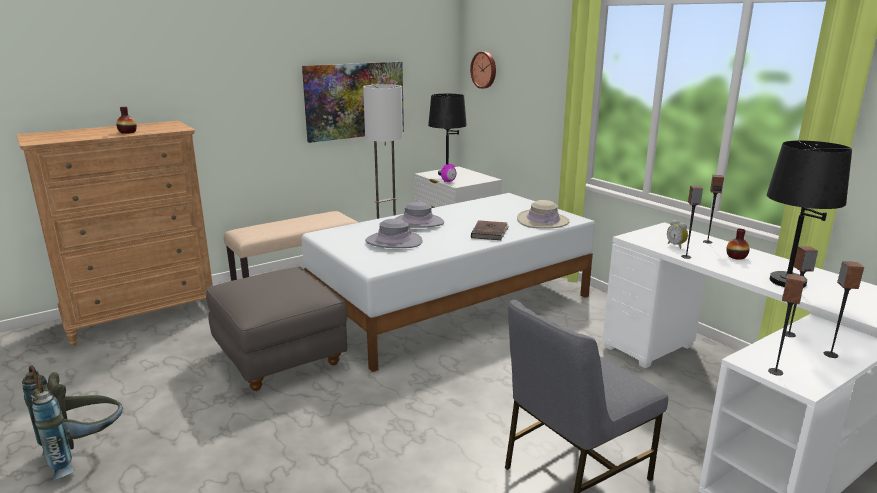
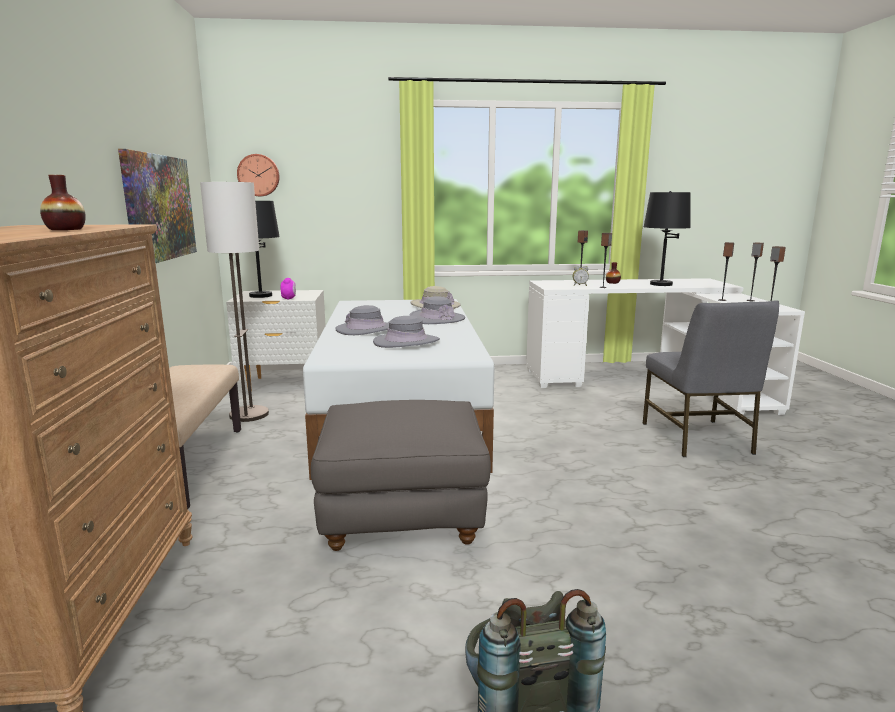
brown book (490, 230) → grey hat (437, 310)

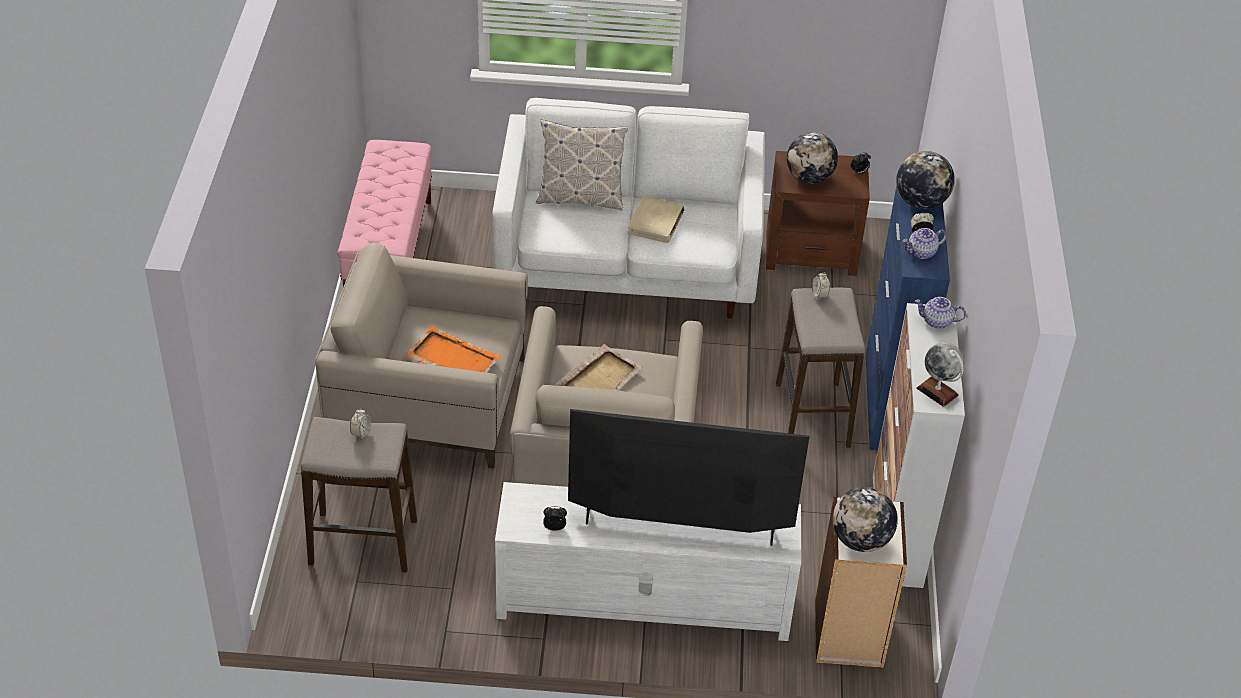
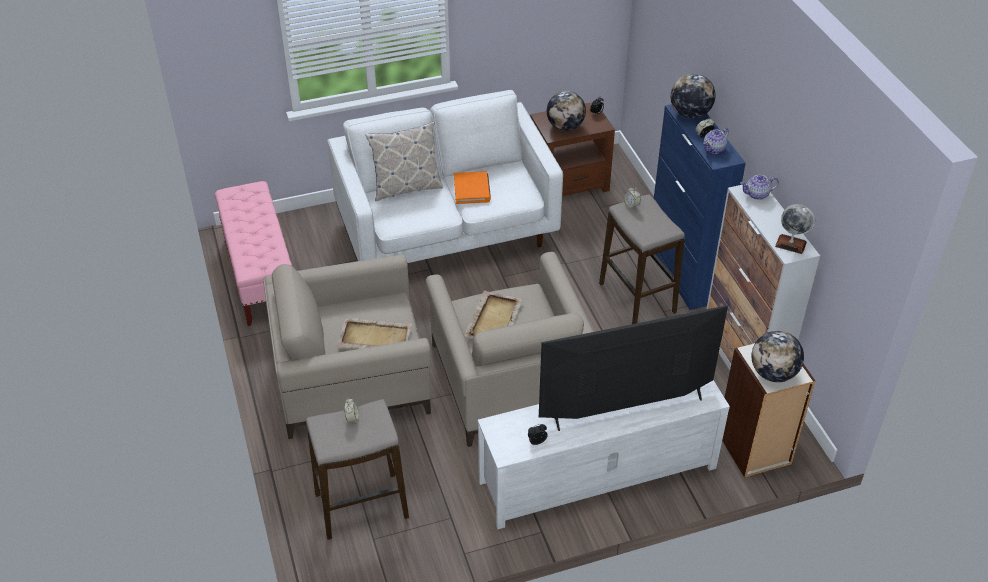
orange tray (452, 349) → beige tray (374, 333)
beige book (655, 219) → orange book (472, 187)

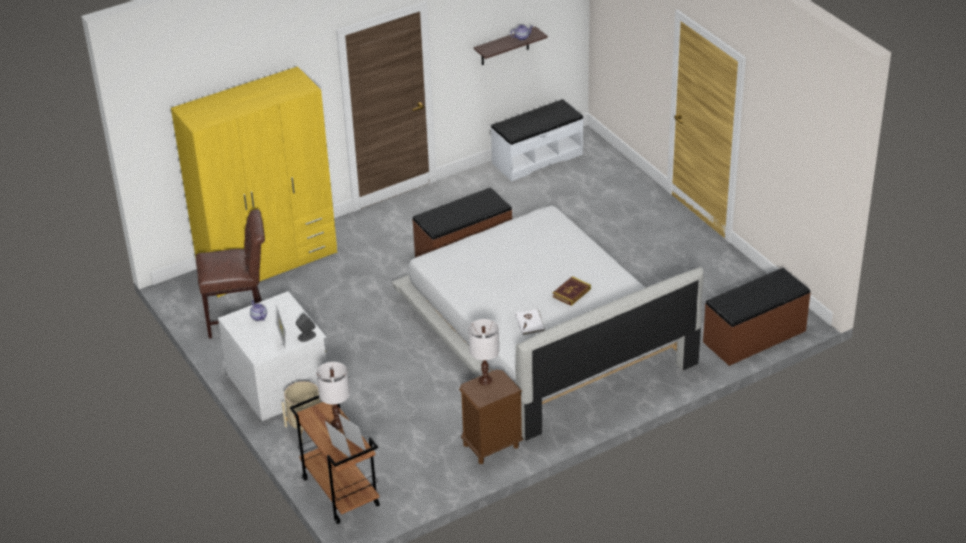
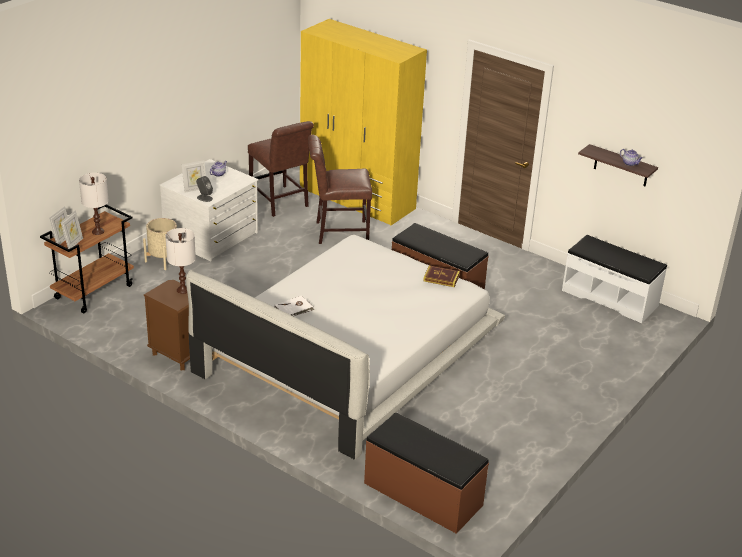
- → brown chair (340, 189)
book (572, 291) → book (441, 276), moved

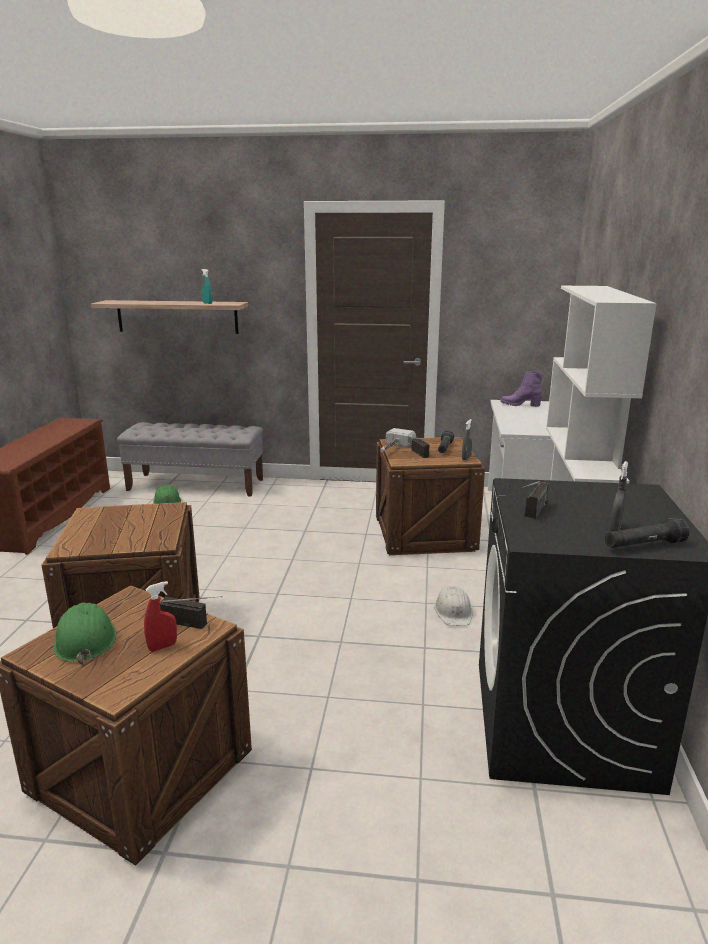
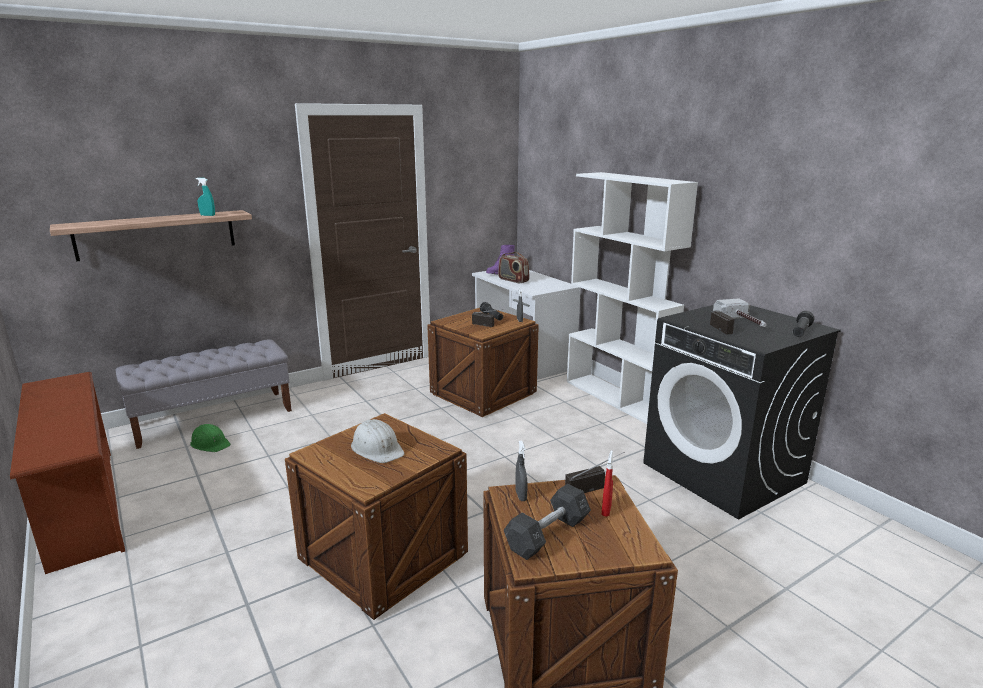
- → radio (513, 267)
hammer (398, 440) → hammer (740, 312), moved
white hard hat (453, 606) → white hard hat (377, 441), moved
grey spray bottle (619, 496) → grey spray bottle (521, 470), moved
green hard hat (85, 634) → grey dumbbell (547, 522)

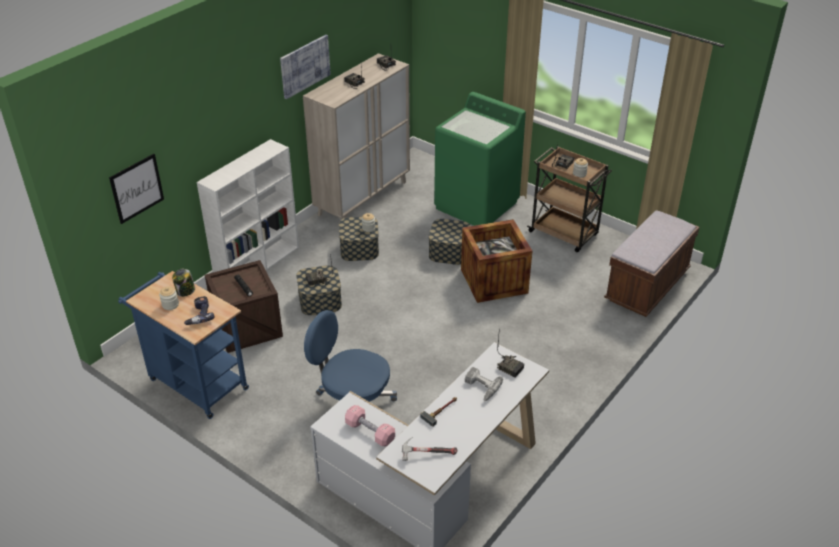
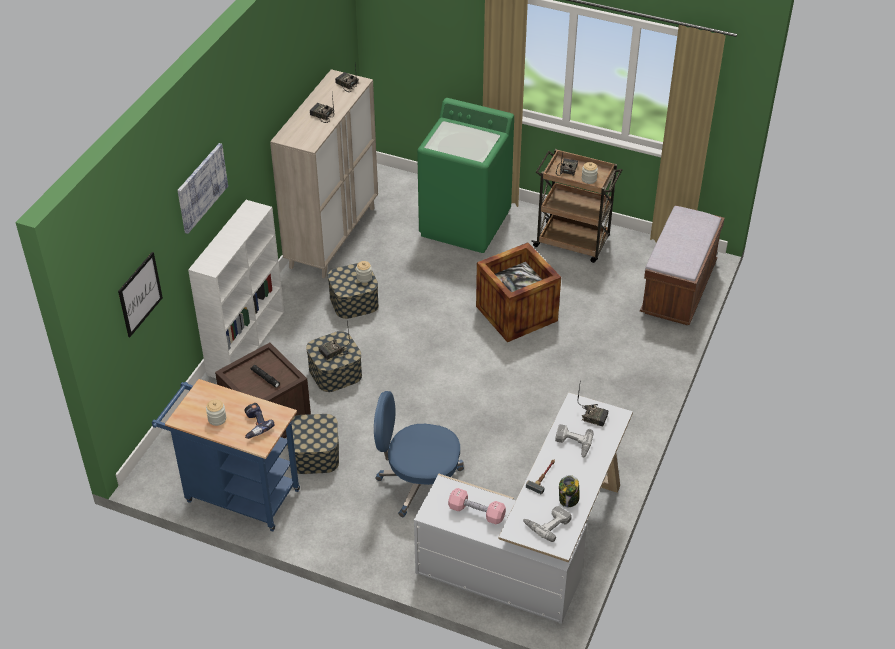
jar (183, 283) → jar (569, 491), moved
picture (305, 67) → picture (202, 188), moved
storage box (450, 242) → storage box (313, 444), moved
hammer (429, 449) → power drill (547, 524)

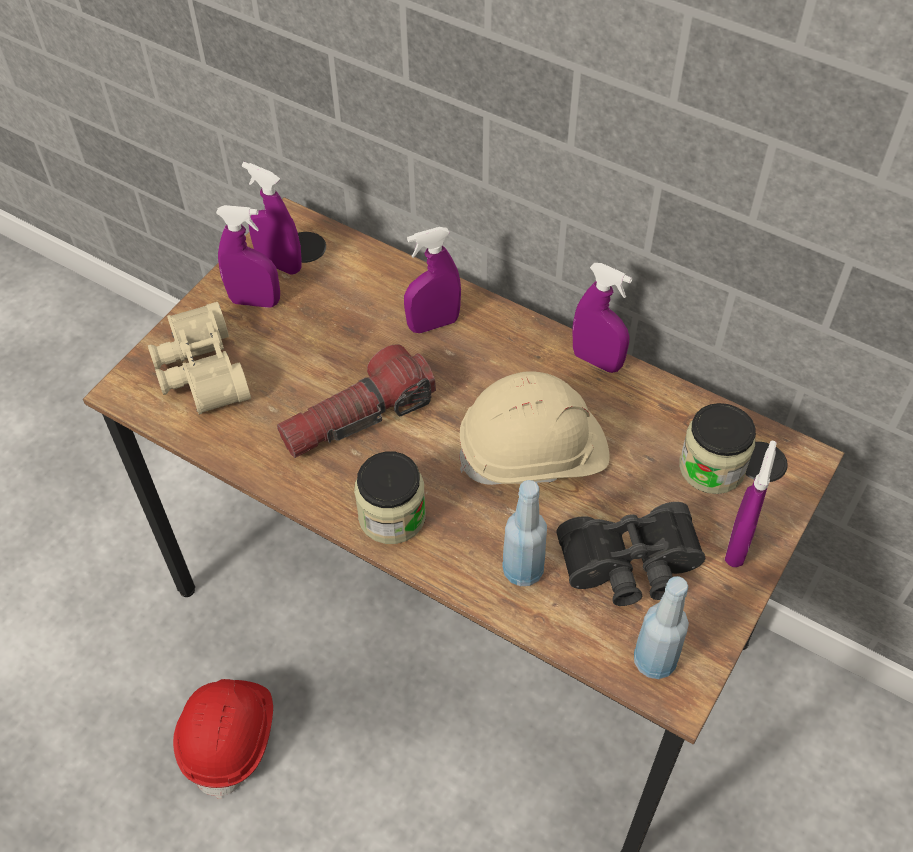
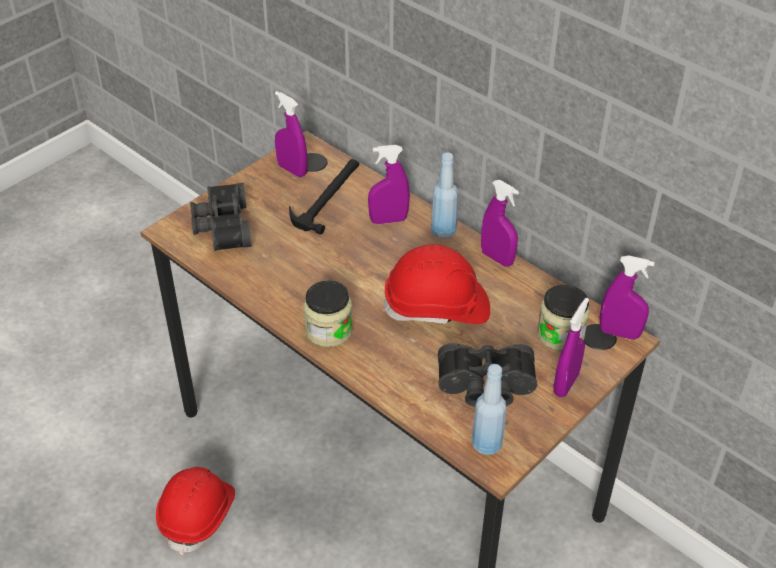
flashlight (356, 401) → -
- → hammer (324, 197)
purple spray bottle (248, 256) → purple spray bottle (627, 297), moved
blue bottle (524, 533) → blue bottle (444, 195), moved
beige binoculars (199, 358) → black binoculars (221, 217)
beige hard hat (534, 428) → red hard hat (436, 284)

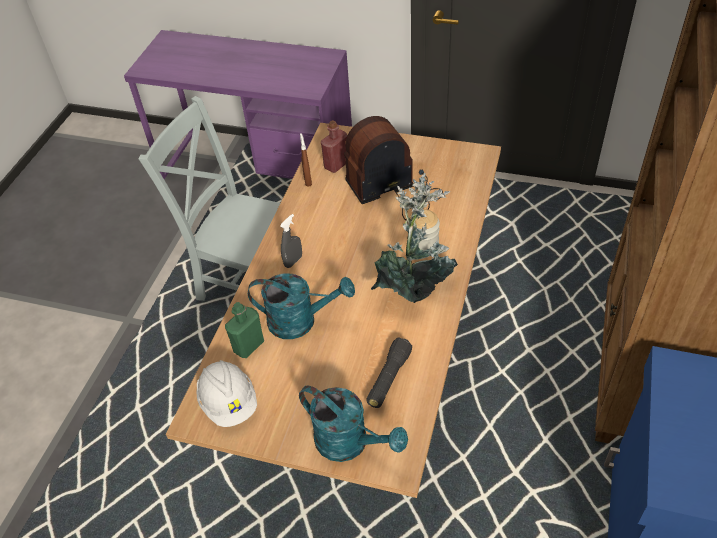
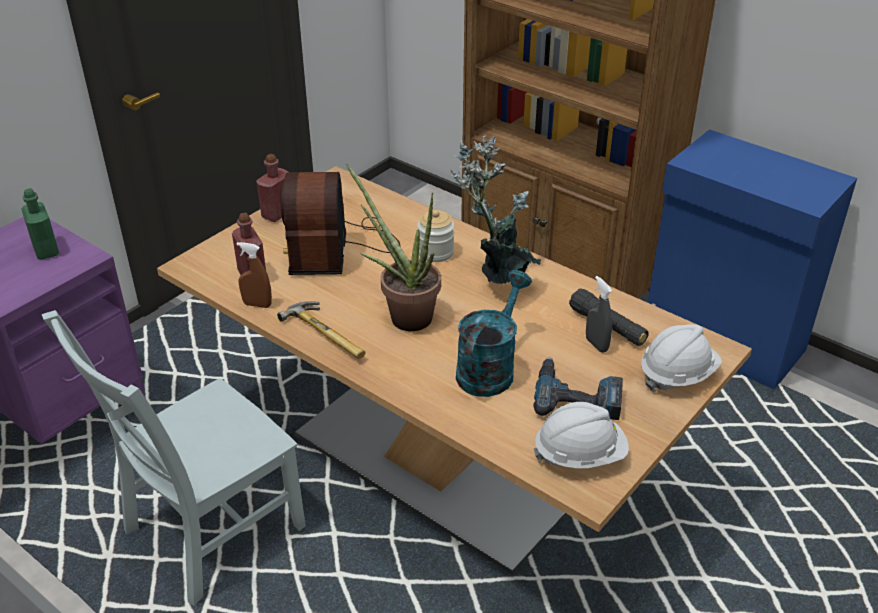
- → red bottle (272, 188)
- → hammer (321, 330)
- → potted plant (393, 247)
- → power drill (578, 388)
green bottle (244, 330) → green bottle (40, 223), moved
grey spray bottle (291, 241) → grey spray bottle (599, 314), moved
turquoise watering can (353, 424) → white hard hat (681, 358)

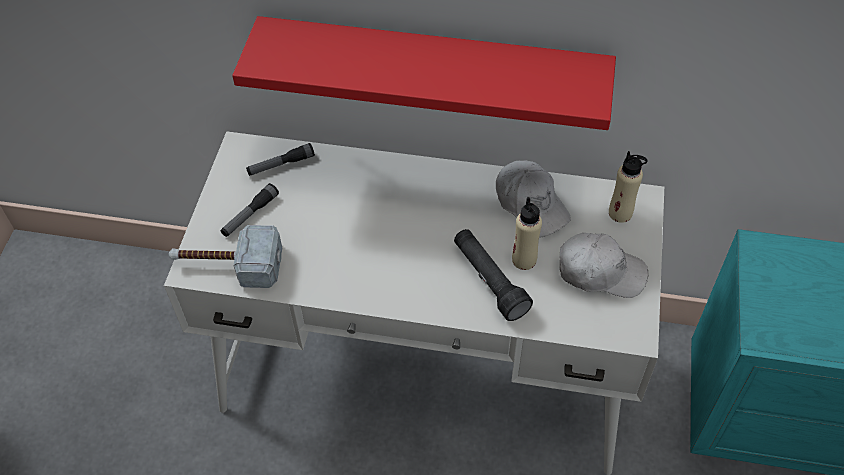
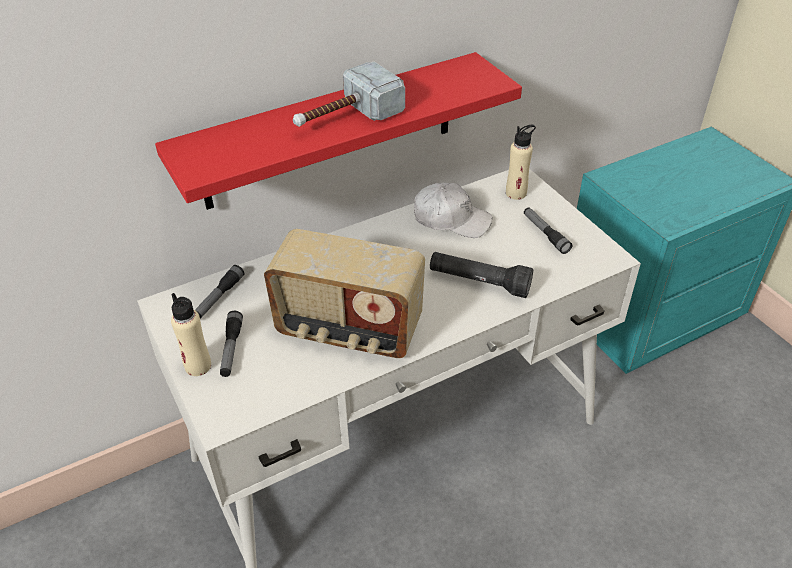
- → radio (344, 293)
hammer (225, 256) → hammer (349, 94), moved
beige bottle (527, 233) → beige bottle (191, 334), moved
white cap (604, 265) → flashlight (548, 230)

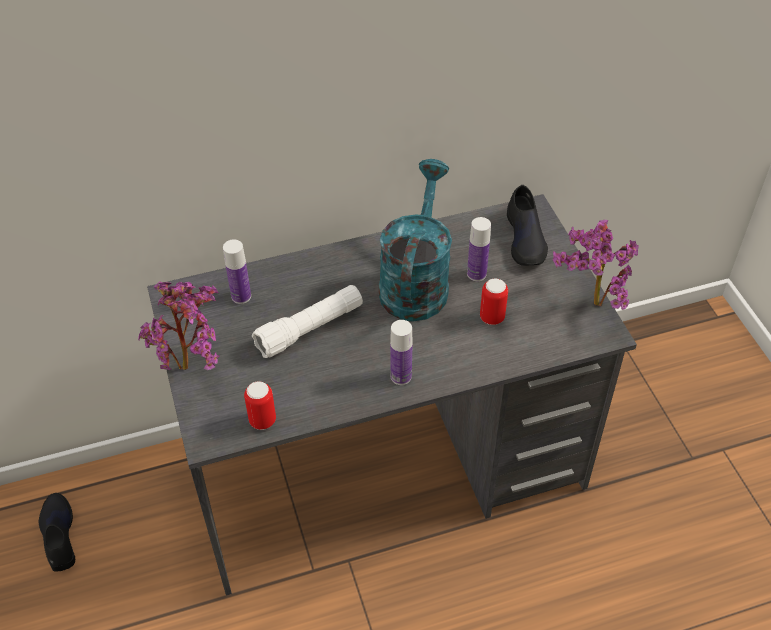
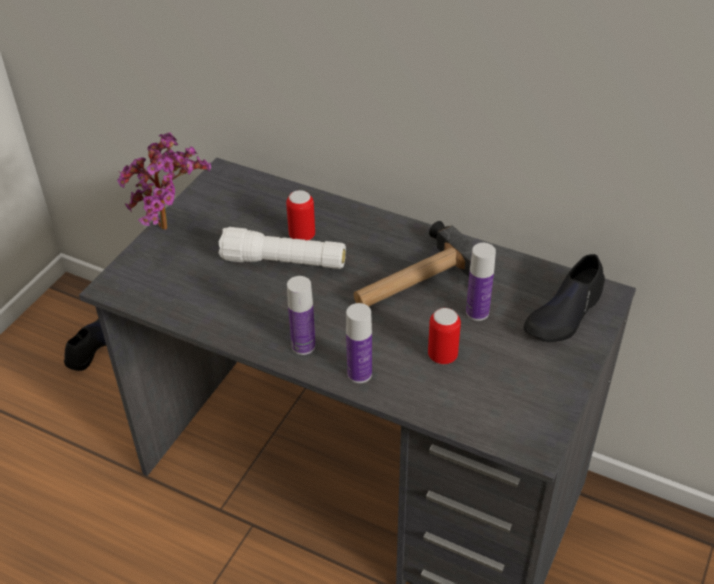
potted plant (596, 265) → -
bottle (237, 271) → bottle (359, 343), moved
can (260, 405) → can (300, 215), moved
turquoise watering can (415, 240) → hammer (413, 263)

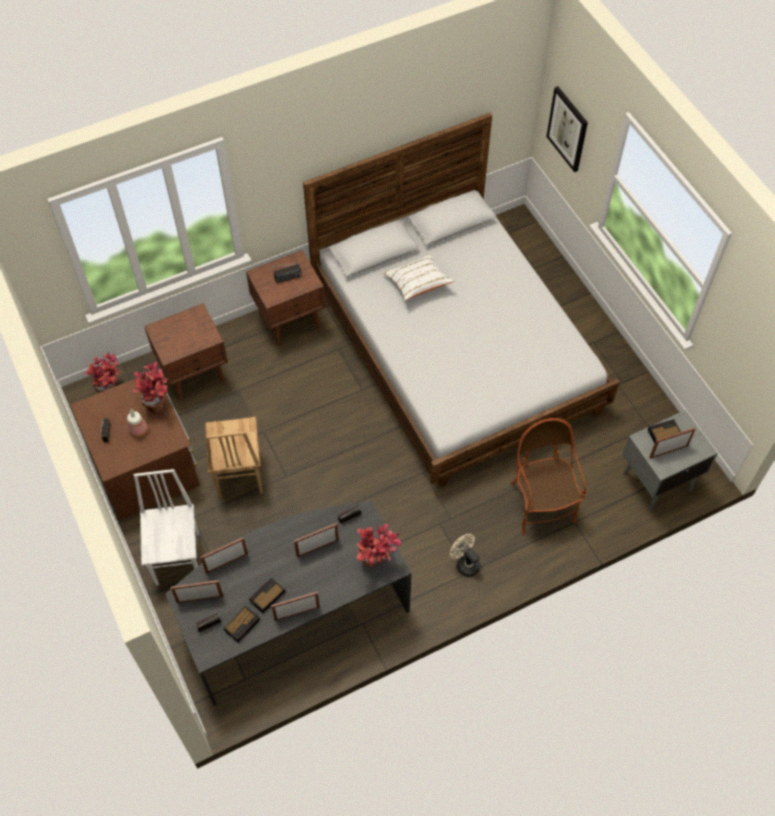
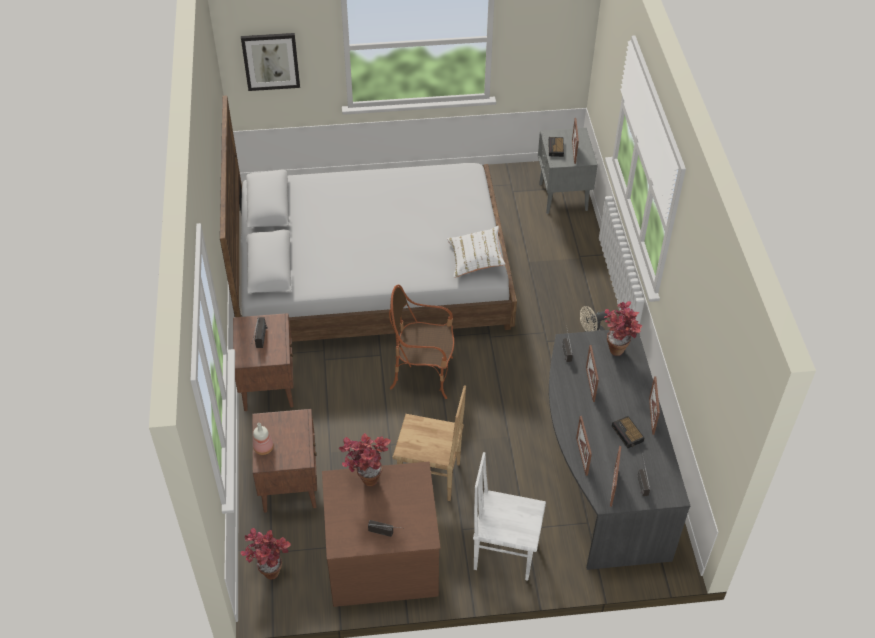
alarm clock (242, 624) → -
bottle (137, 423) → bottle (263, 439), moved
white pillow (418, 276) → white pillow (476, 252), moved
armchair (548, 476) → armchair (421, 341), moved

